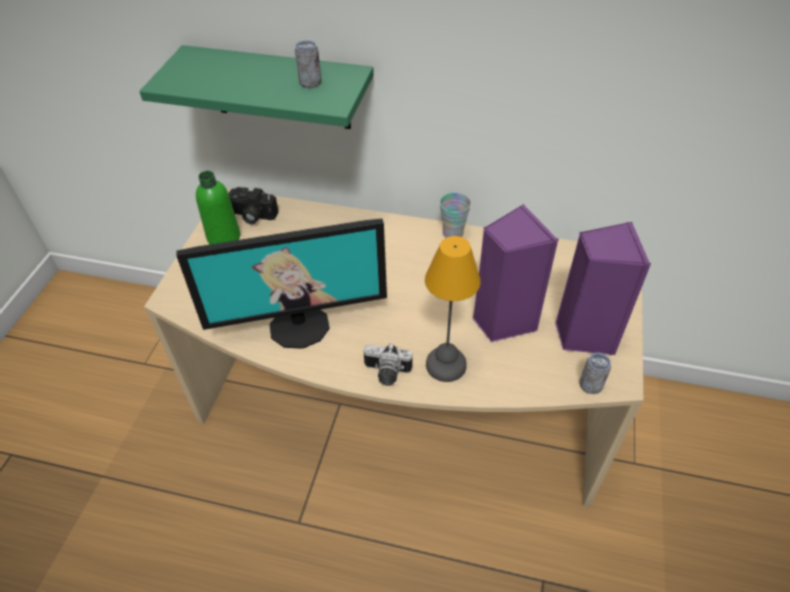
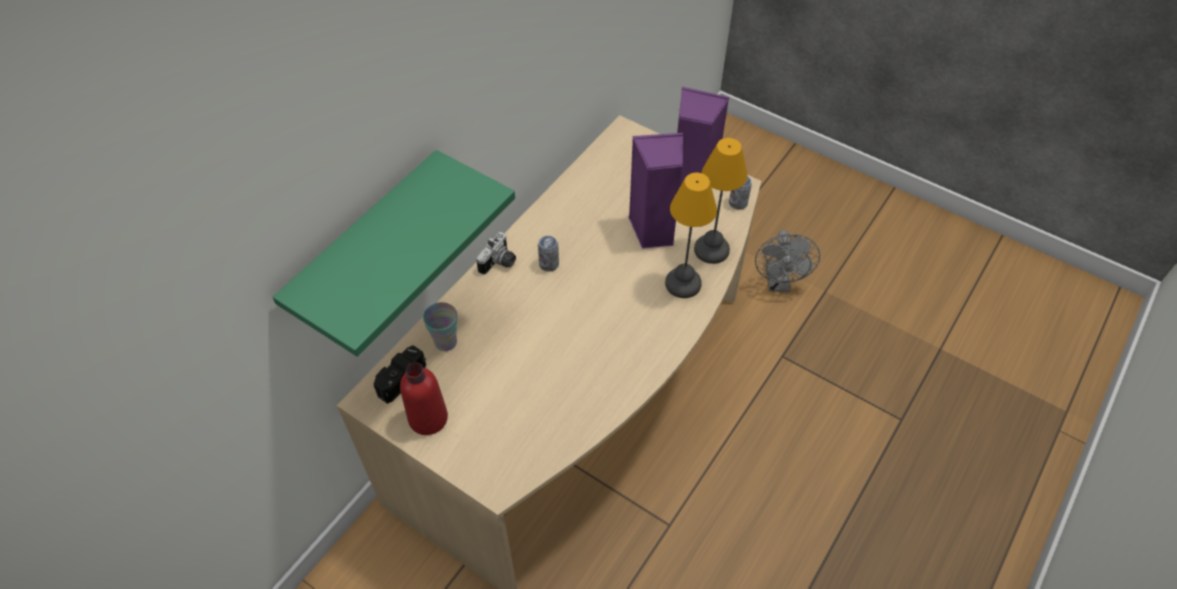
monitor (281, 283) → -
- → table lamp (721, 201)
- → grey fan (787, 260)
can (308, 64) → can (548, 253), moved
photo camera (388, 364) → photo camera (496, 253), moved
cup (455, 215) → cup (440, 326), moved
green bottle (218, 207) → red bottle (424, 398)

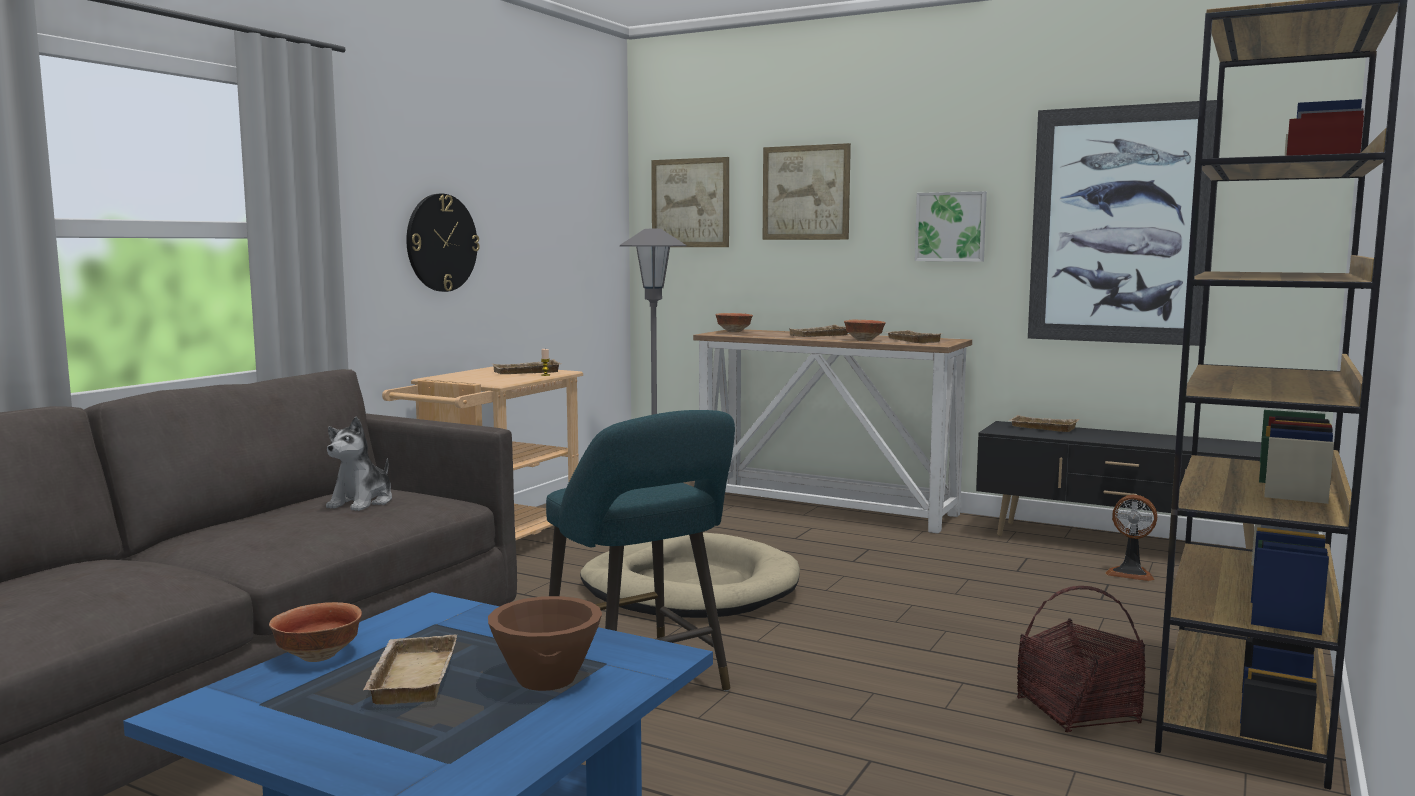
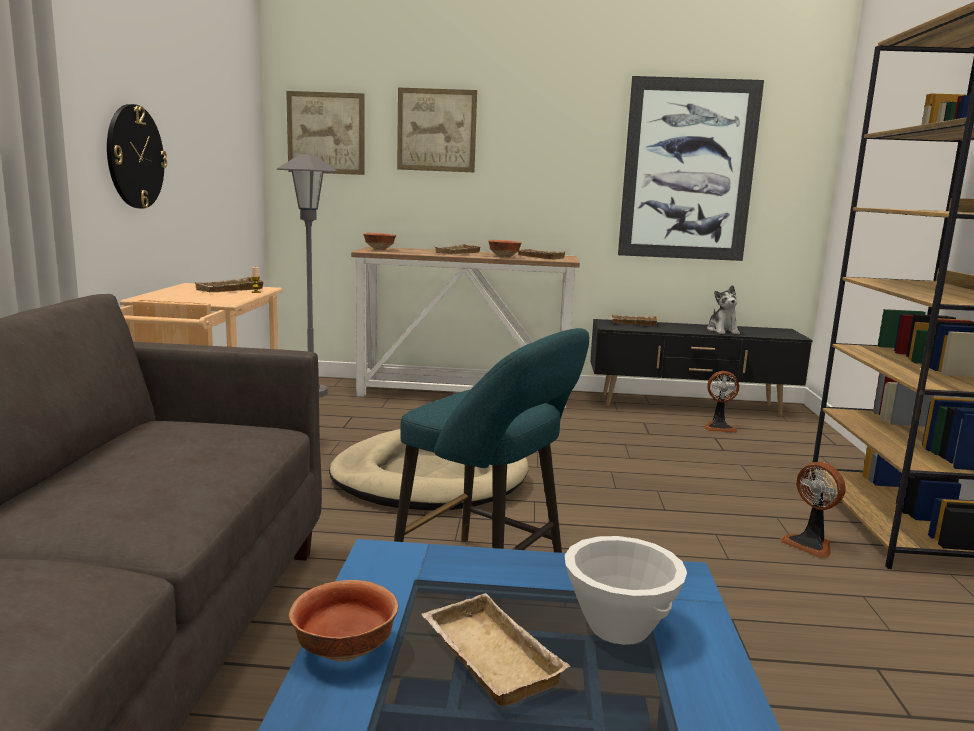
picture (951, 226) → -
plush toy (359, 463) → plush toy (723, 309), moved
basket (1081, 659) → fan (813, 510)
brown bowl (545, 643) → white bowl (626, 590)

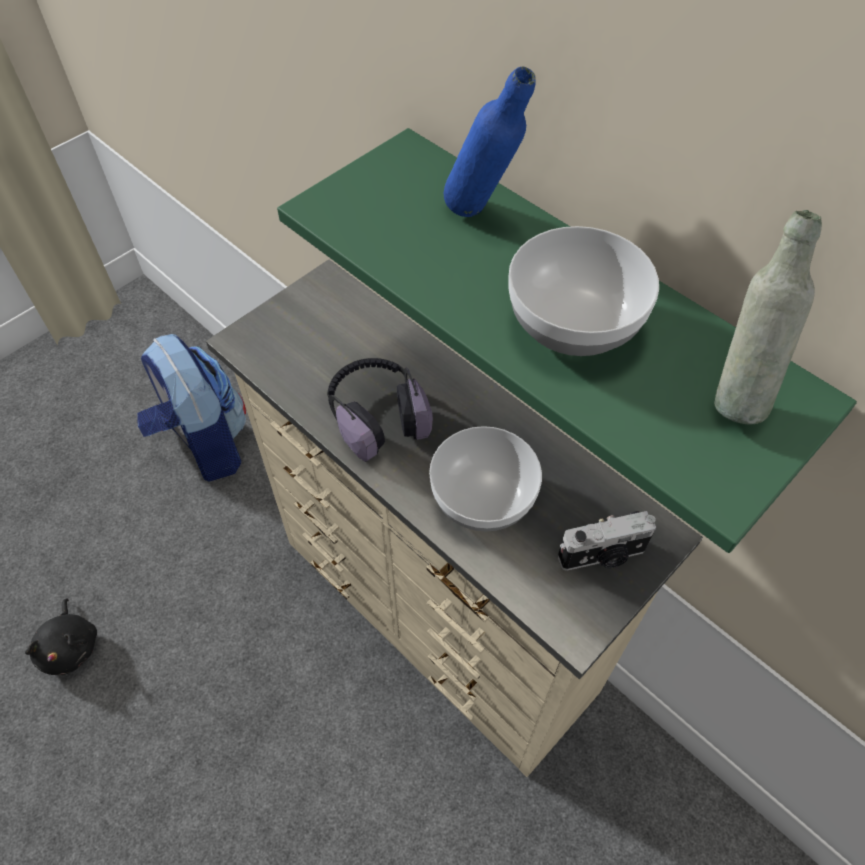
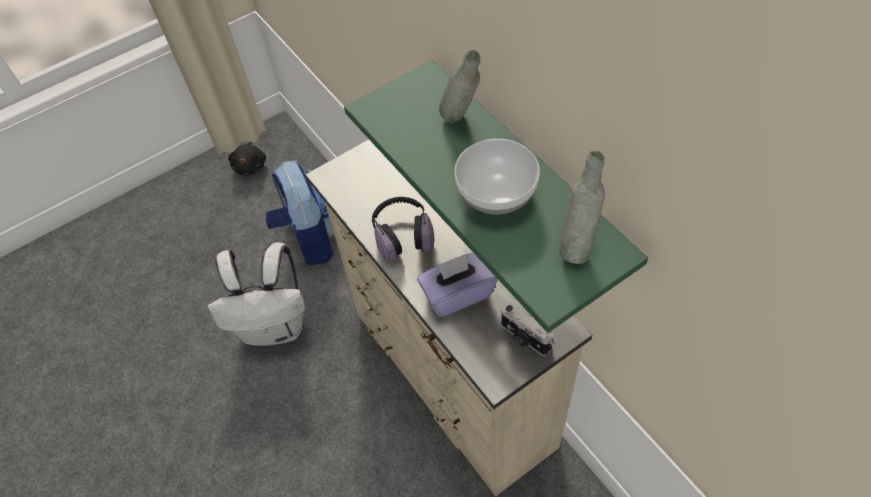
- → white backpack (256, 294)
black plush toy (61, 636) → black plush toy (247, 158), moved
bowl (485, 479) → purple tissue box (457, 285)
blue bottle (490, 142) → grey bottle (459, 86)
photo camera (607, 541) → photo camera (527, 329), 45 degrees clockwise

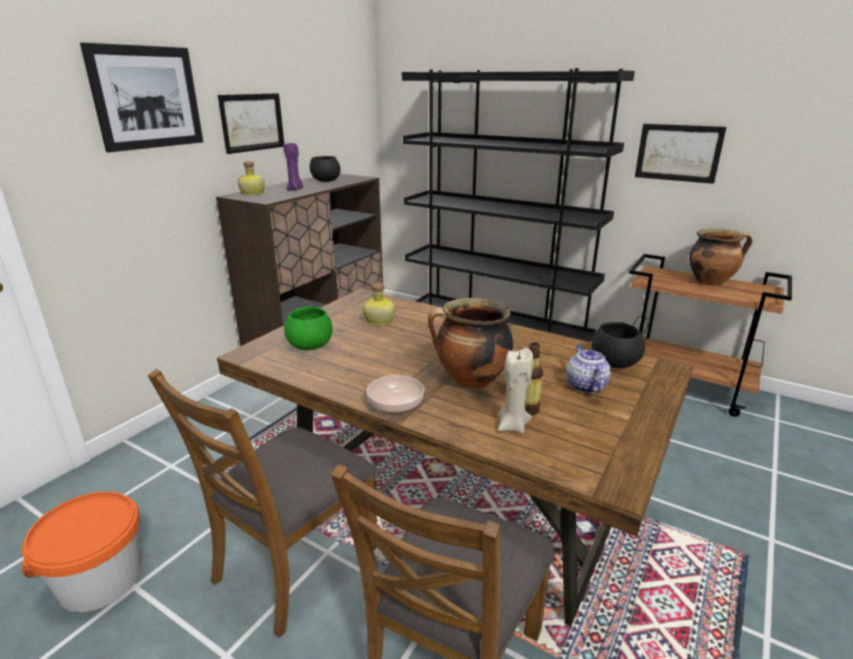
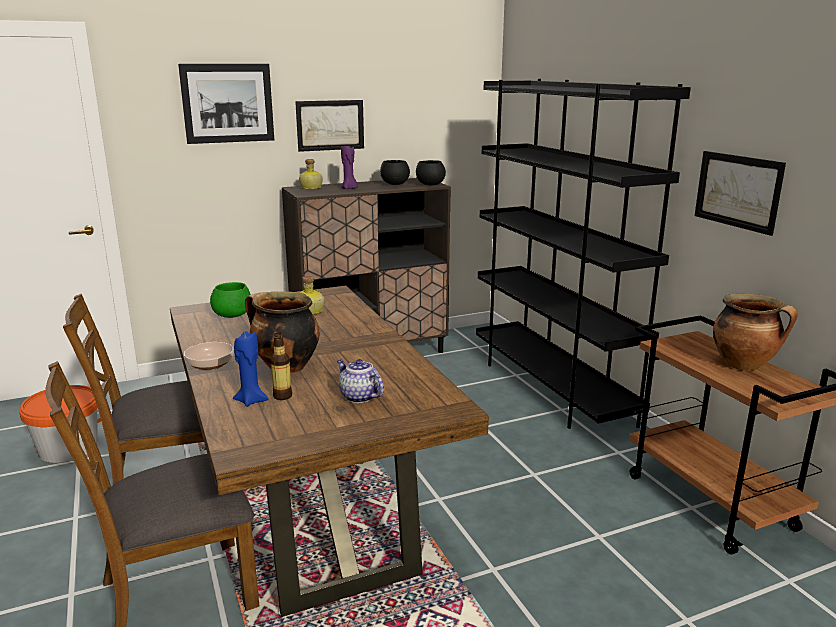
black bowl (618, 345) → black bowl (431, 172), moved
beige candle (515, 391) → blue candle (250, 369)
teapot (588, 368) → teapot (360, 381), 75 degrees counterclockwise

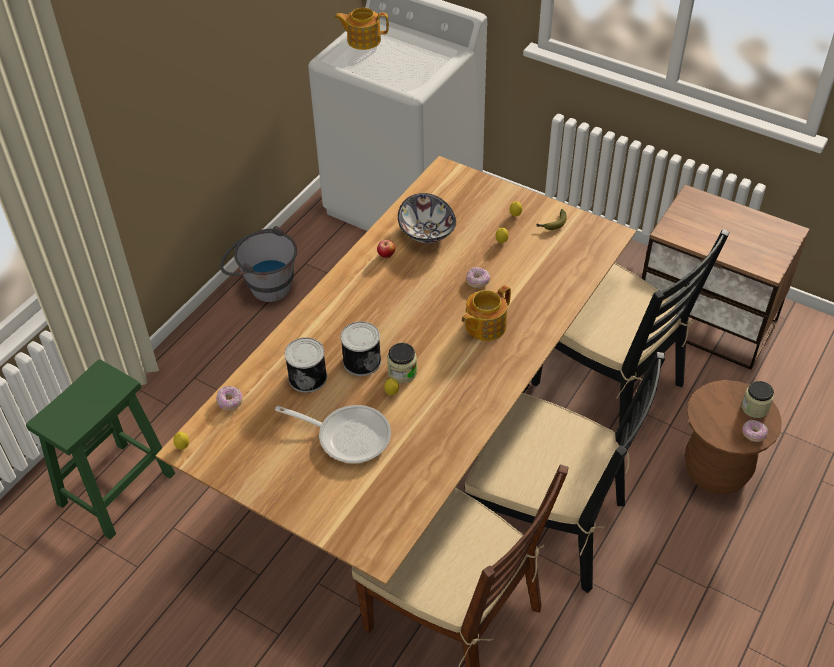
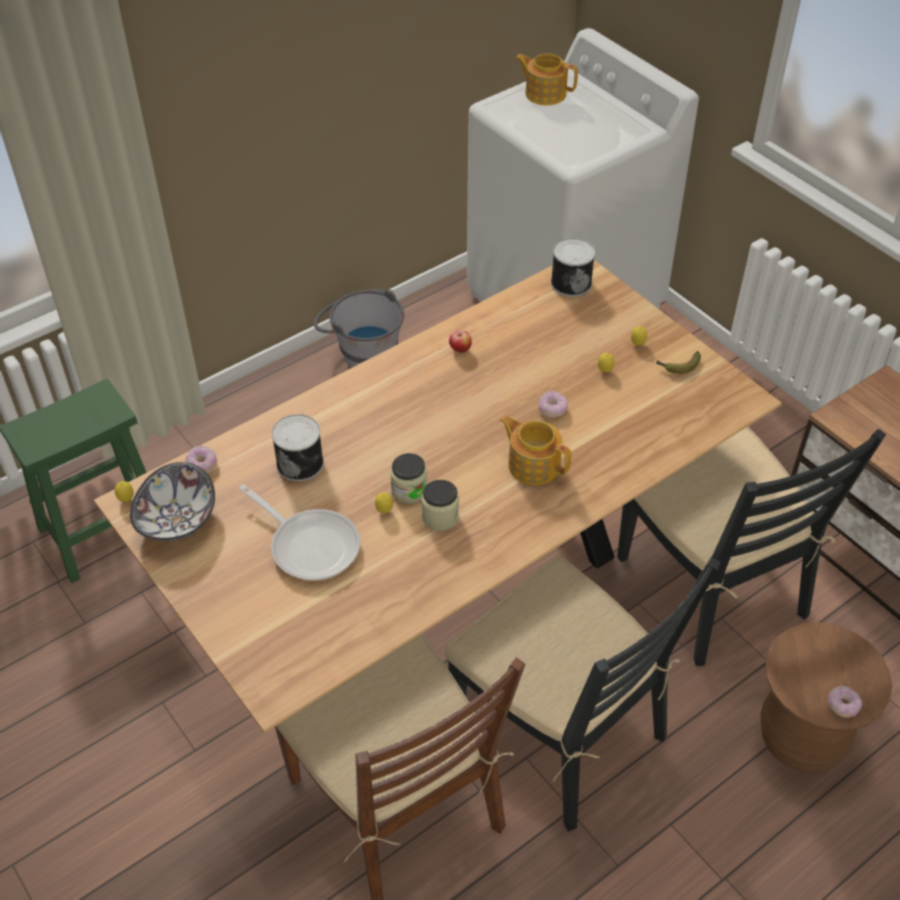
can (361, 348) → can (573, 267), moved
bowl (427, 218) → bowl (172, 501), moved
jar (757, 399) → jar (440, 505), moved
teapot (486, 313) → teapot (535, 450), 60 degrees clockwise

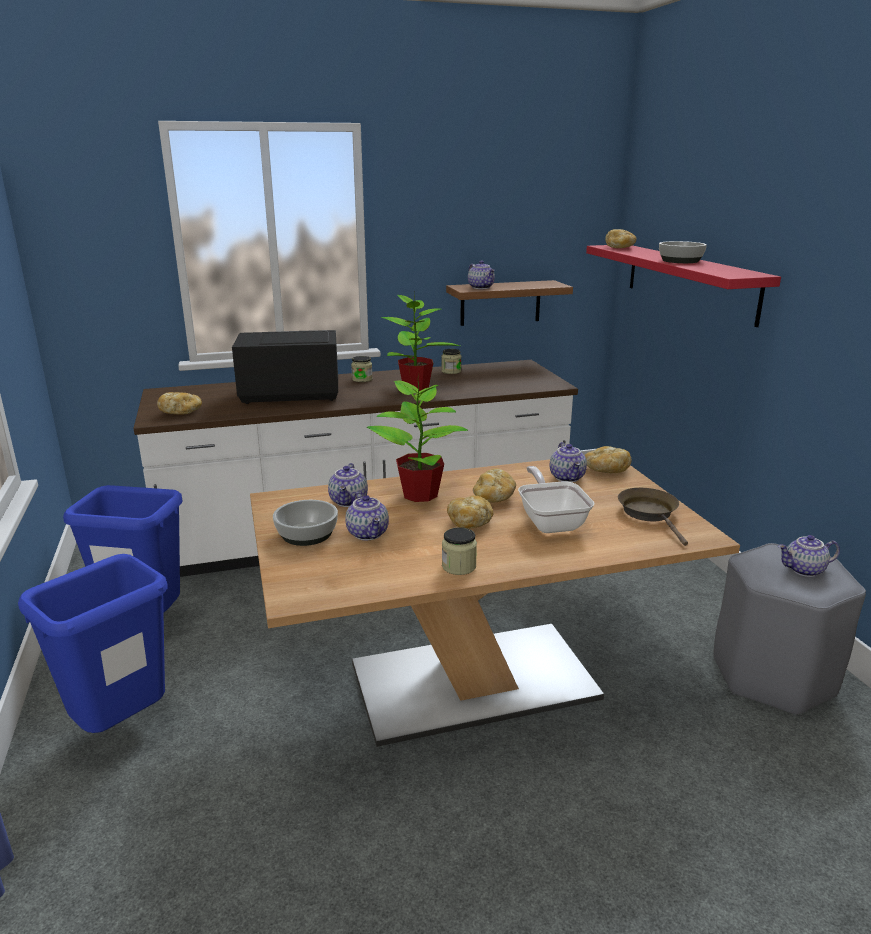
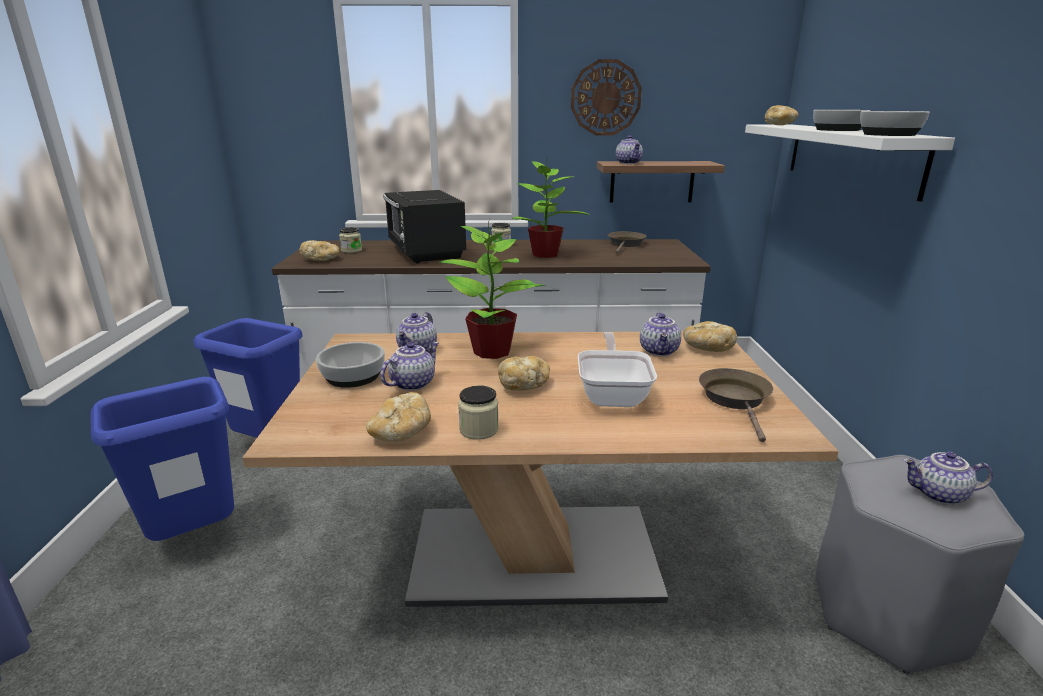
- → wall clock (606, 97)
- → brown frying pan (627, 242)
- → bowl (895, 123)
jar (451, 361) → jar (350, 240), moved
bread (494, 485) → bread (398, 417), moved
red shelf (683, 286) → white shelf (850, 163)
black microwave (285, 367) → black microwave (424, 227), 120 degrees counterclockwise
teapot (367, 516) → teapot (409, 366), 135 degrees counterclockwise

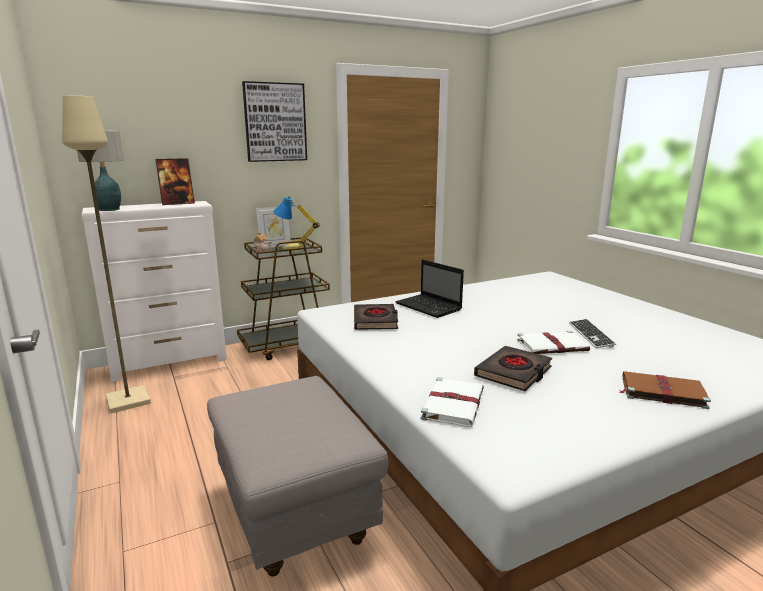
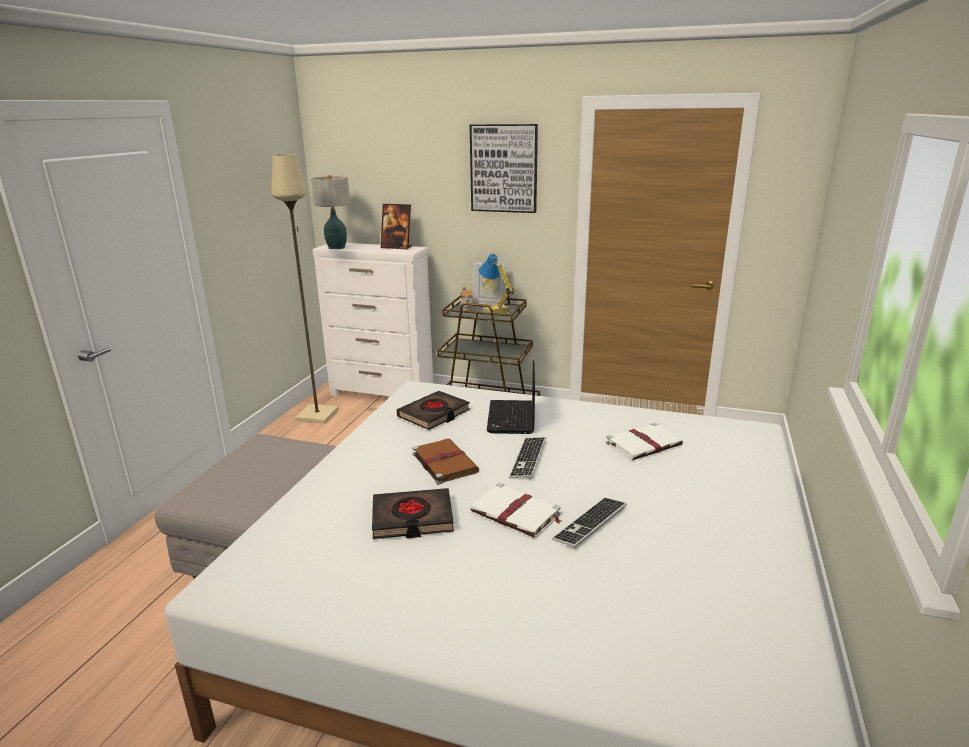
- → keyboard (527, 458)
white book (452, 402) → white book (644, 441), moved
brown book (664, 390) → brown book (445, 462), moved

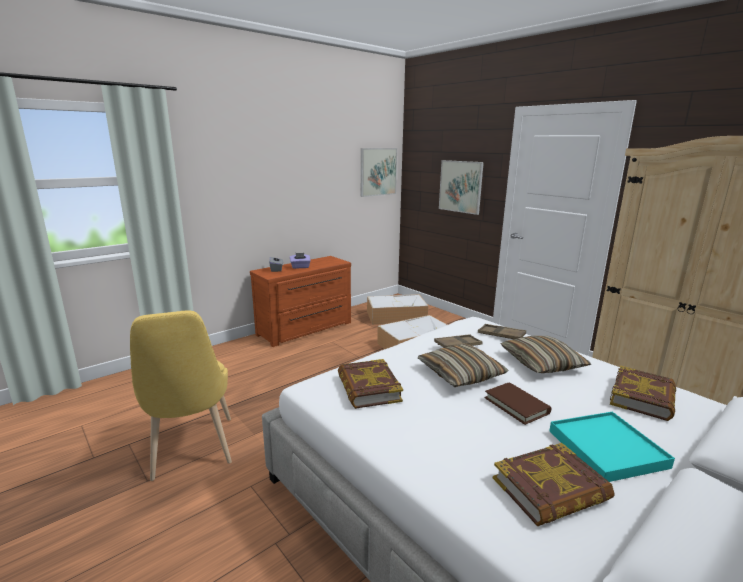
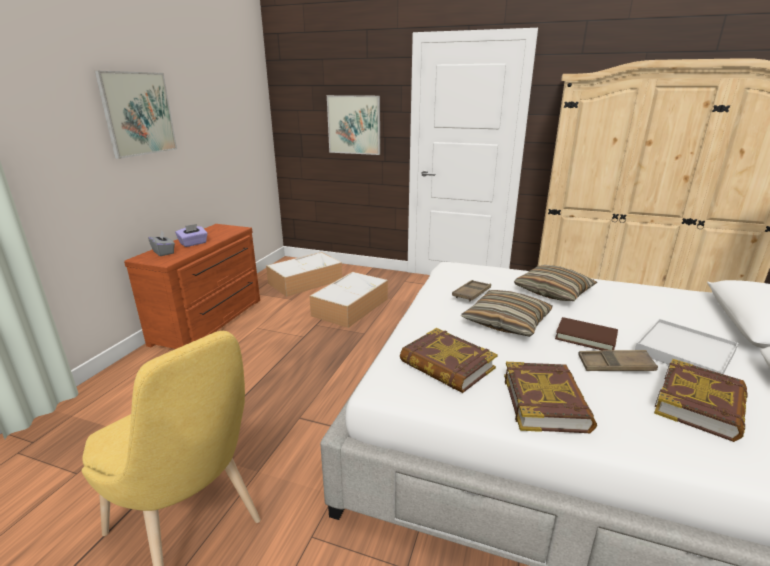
picture (379, 172) → picture (136, 115), moved
brown tray (502, 331) → brown tray (618, 360), moved
book (643, 393) → book (550, 397), moved
turquoise tray (612, 447) → white tray (686, 346)

